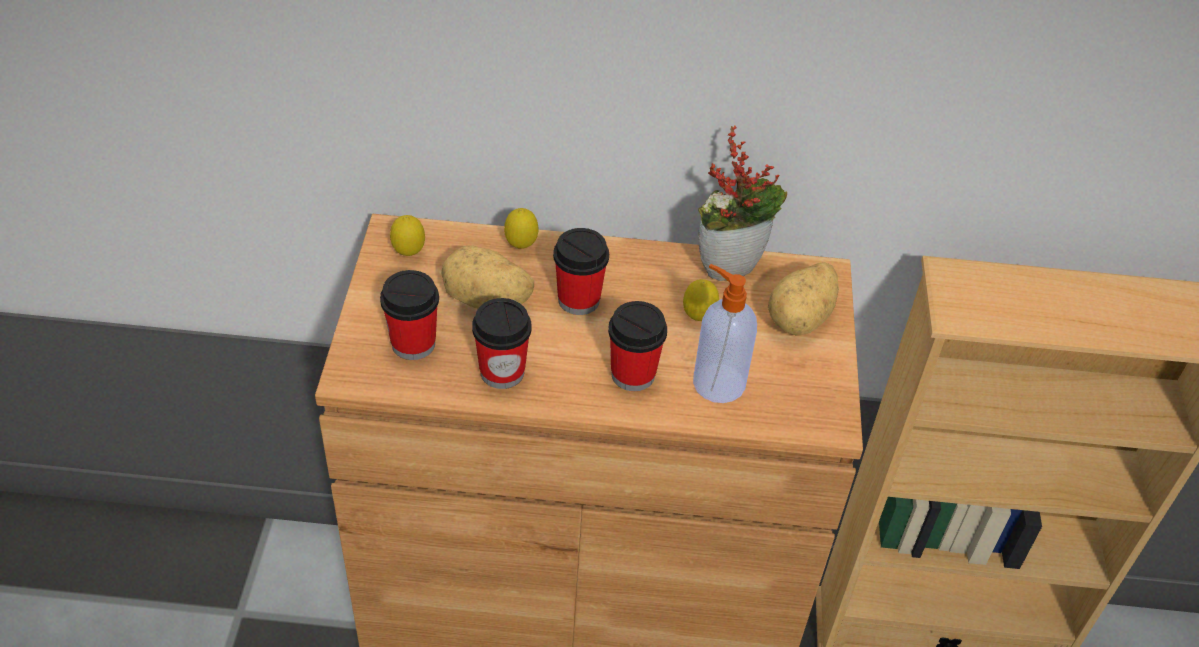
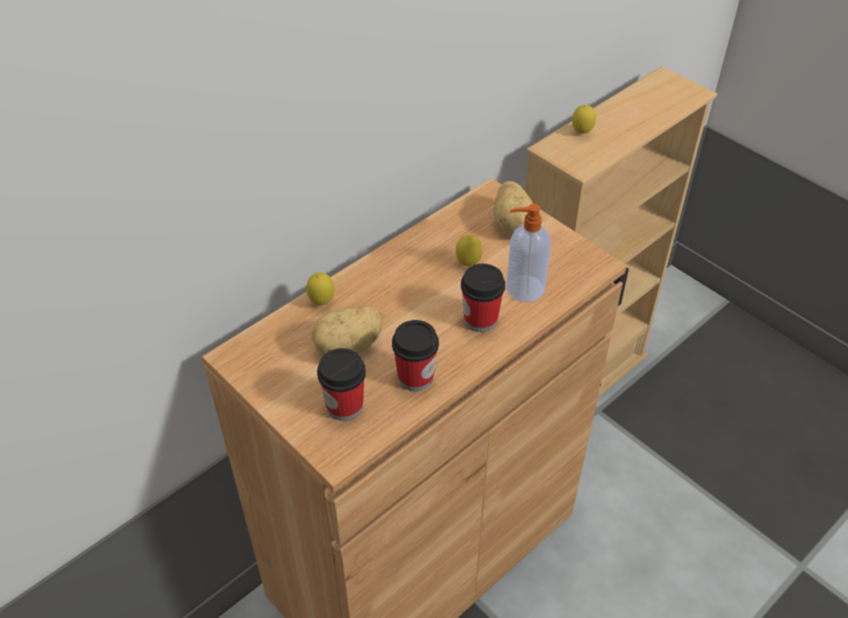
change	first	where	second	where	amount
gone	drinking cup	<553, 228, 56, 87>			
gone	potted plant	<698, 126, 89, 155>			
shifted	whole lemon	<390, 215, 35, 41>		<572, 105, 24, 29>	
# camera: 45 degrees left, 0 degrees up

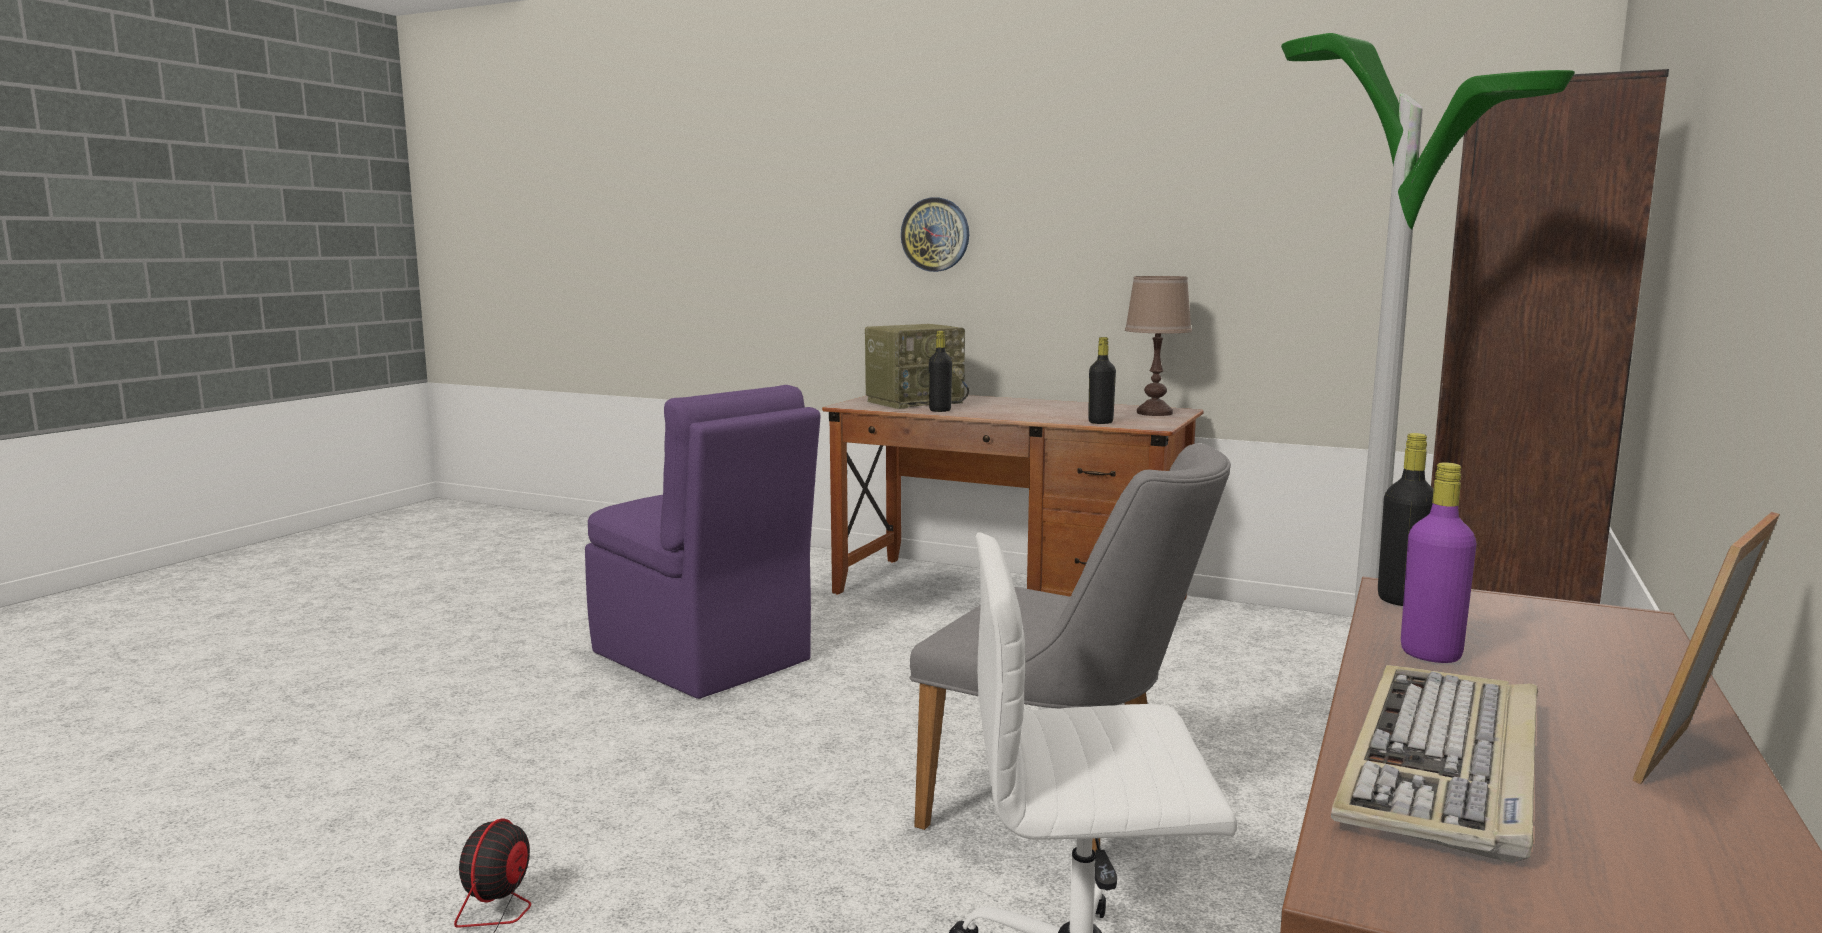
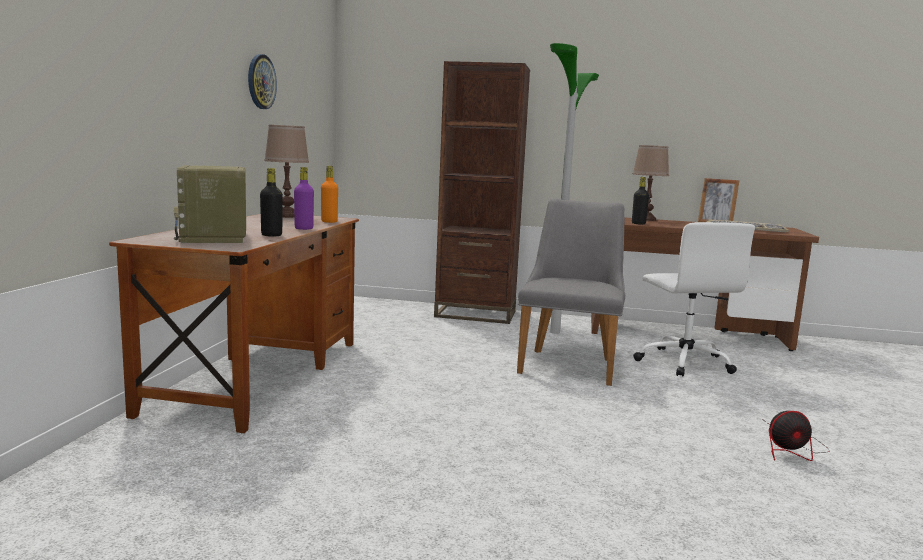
change	first	where	second	where	amount
gone	purple-coloured upright chair	<585, 385, 236, 314>			
new			brown tabletop lamp	<633, 145, 36, 76>	
shifted	wall clock	<901, 197, 68, 75>		<248, 54, 29, 55>	
shifted	purple-coloured bottle	<1401, 462, 76, 201>		<294, 167, 20, 63>	
repainted	black bottle	<1088, 337, 28, 87>	orangey bottle	<321, 166, 17, 57>	
rotated	radio receiver	<865, 324, 104, 85>		<174, 165, 72, 78>	150 degrees counterclockwise
# camera: 105 degrees left, 0 degrees up

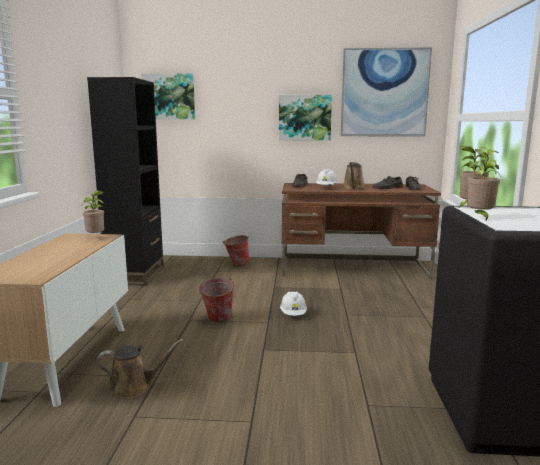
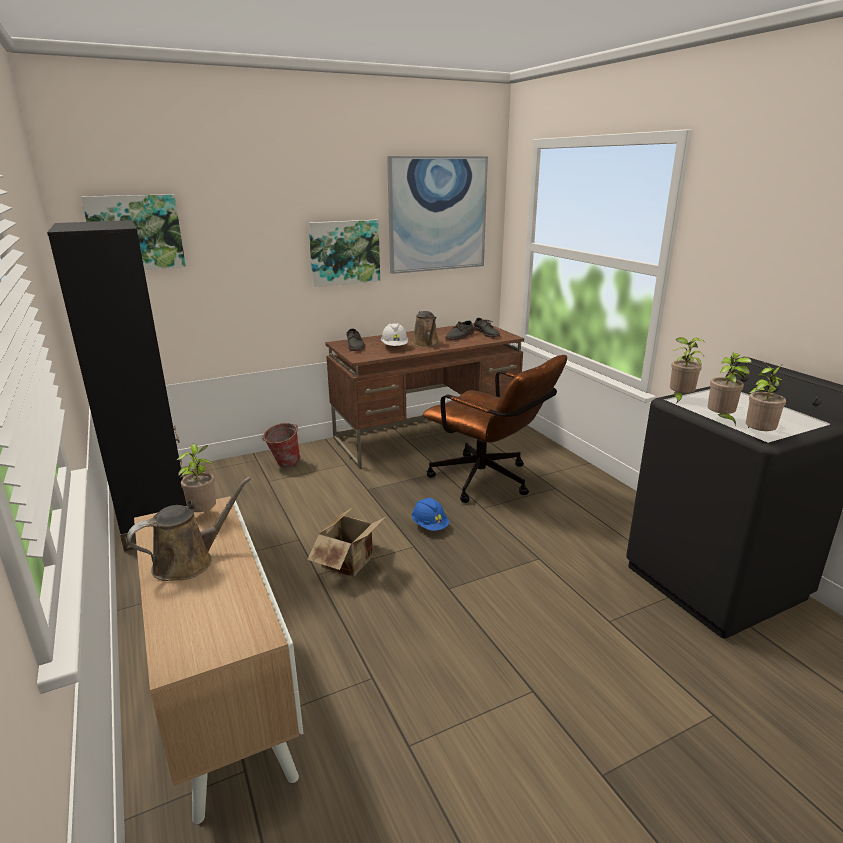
change	first	where	second	where	amount
new			brown desk chair	<423, 355, 144, 148>	
new			potted plant	<746, 364, 40, 67>	
shifted	brown sprinkling can	<96, 339, 87, 60>		<127, 477, 124, 104>	
swapped	water bucket	<197, 277, 37, 45>	cardboard box	<307, 508, 80, 69>	
repainted	whitish work helmet	<280, 292, 27, 24>	bluish work helmet	<412, 498, 37, 33>	
# camera: 30 degrees left, 10 degrees up

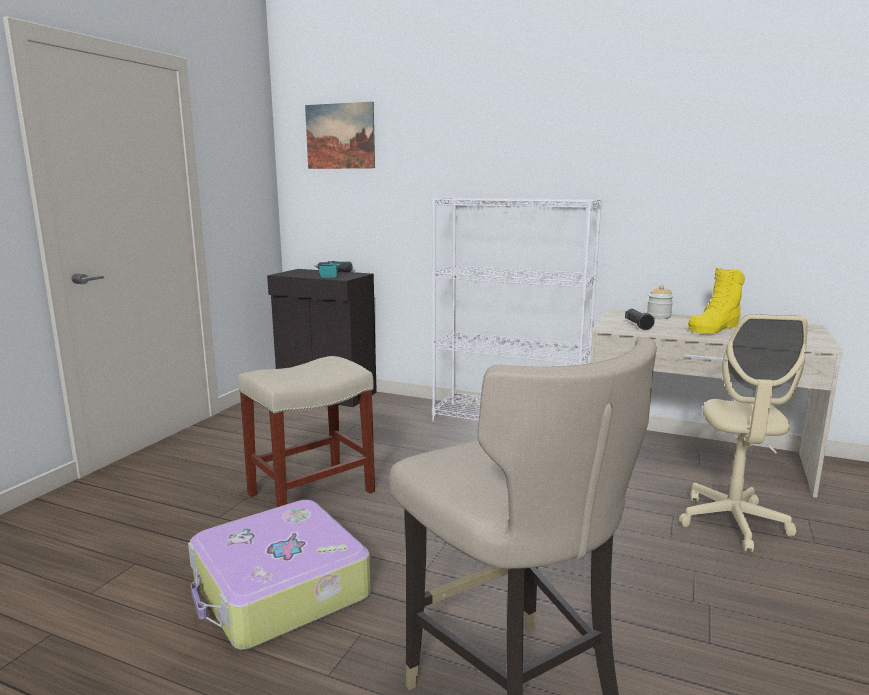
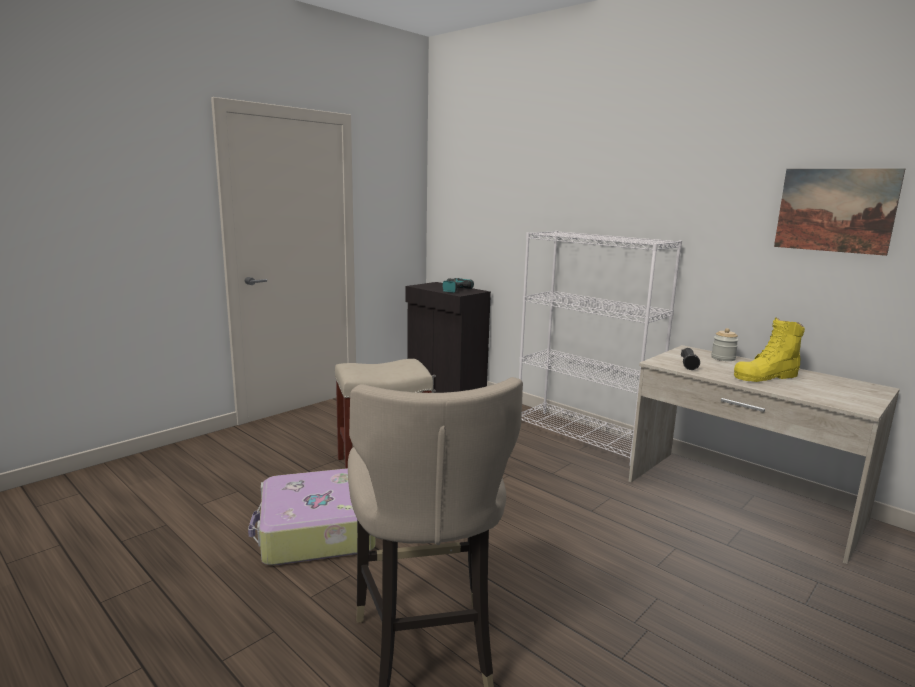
change	first	where	second	where	amount
gone	sand-coloured desk chair	<679, 314, 129, 238>			
shifted	wall picture	<305, 102, 70, 67>		<774, 169, 131, 87>	
# camera: 20 degrees right, 0 degrees up

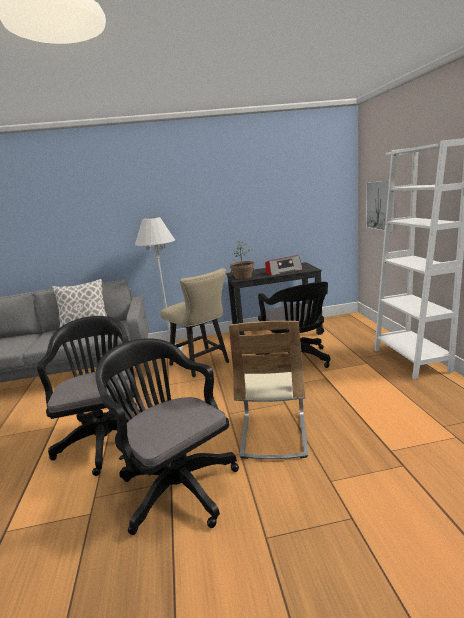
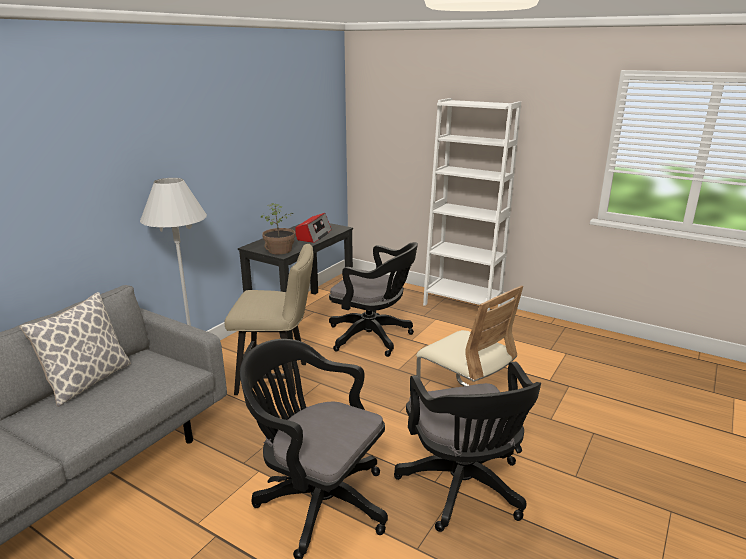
change	first	where	second	where	amount
gone	wall picture	<365, 181, 29, 51>			
rotated	black desk chair	<95, 338, 144, 197>		<394, 362, 147, 170>	105 degrees counterclockwise
# camera: 50 degrees left, 5 degrees up

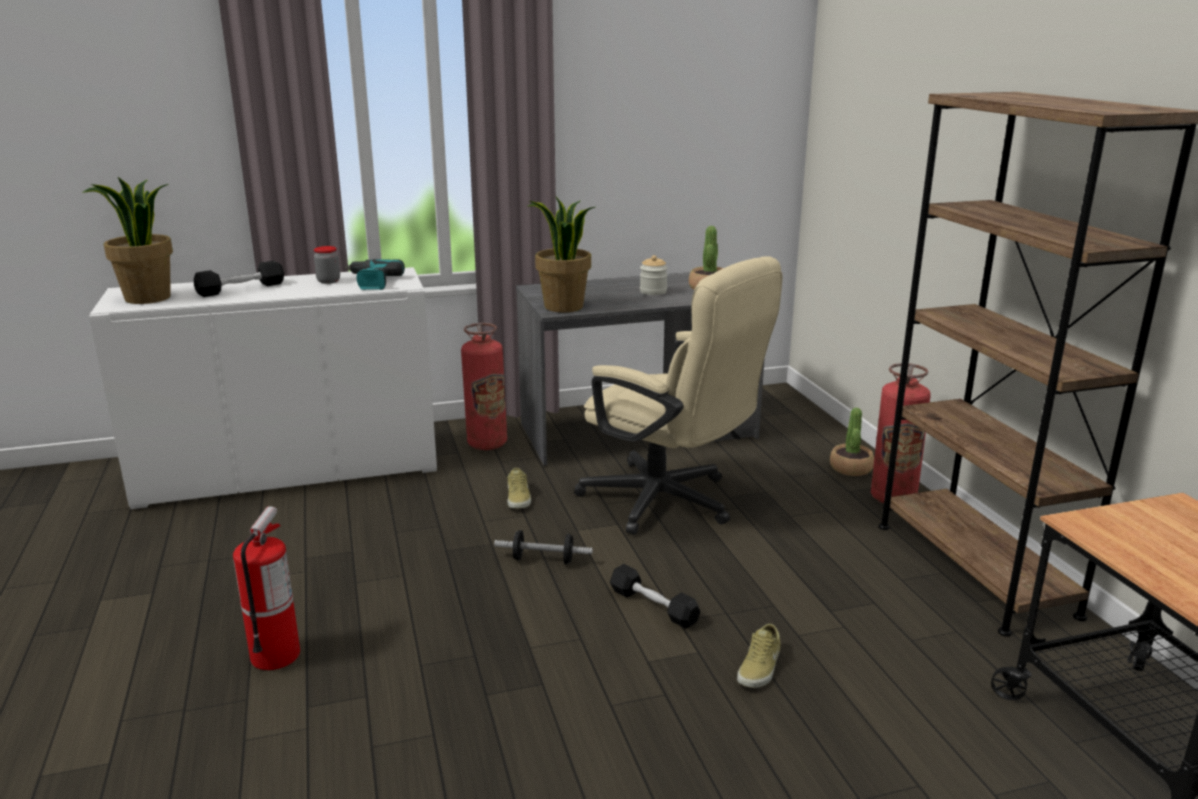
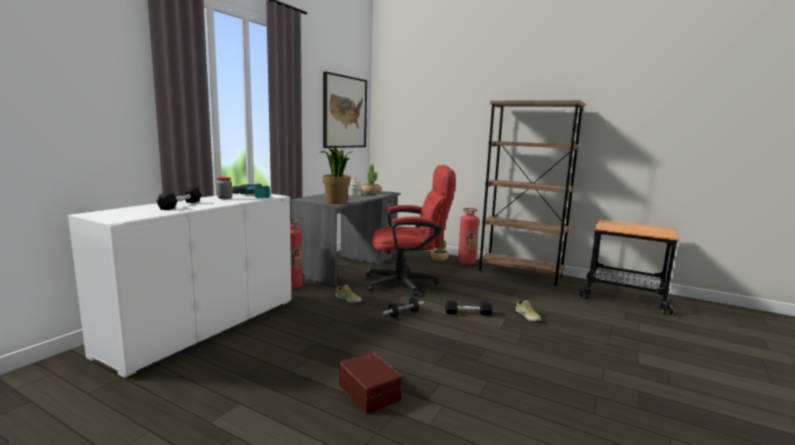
change	first	where	second	where	amount
gone	potted plant	<83, 177, 90, 127>			
new			wall picture	<323, 71, 44, 77>	
swapped	extinguisher	<233, 506, 67, 164>	brown storage bin	<339, 352, 63, 62>	
repainted	sand-coloured desk chair	<574, 256, 209, 279>	reddish desk chair	<366, 165, 90, 131>	
# camera: 45 degrees left, 10 degrees down

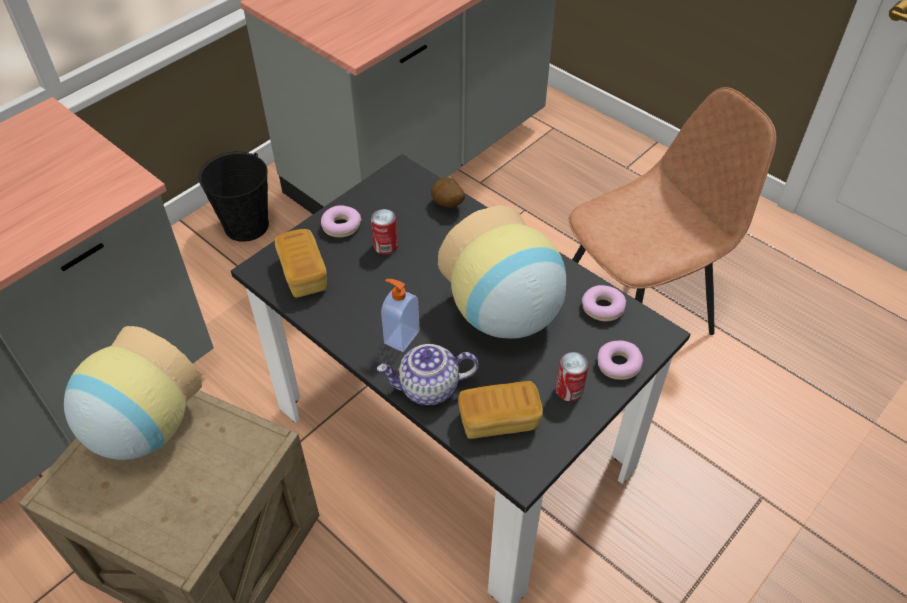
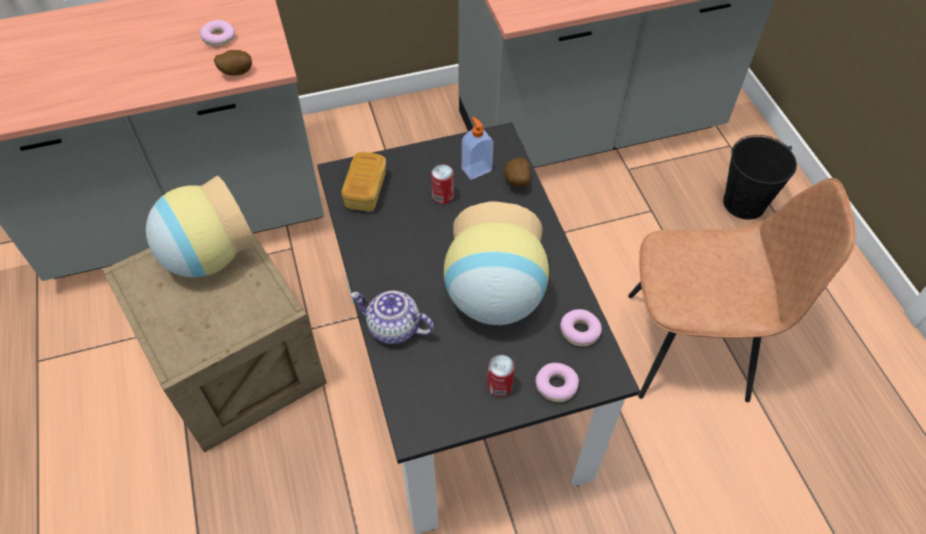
change	first	where	second	where	amount
gone	baked bread	<458, 381, 85, 58>			
new			whole potato	<214, 50, 38, 26>	
shifted	black water bucket	<198, 151, 71, 91>		<723, 135, 74, 85>	
shifted	doughnut	<321, 205, 40, 32>		<200, 20, 35, 27>	
shifted	liquid soap bottle	<381, 279, 39, 73>		<462, 117, 31, 63>	
# camera: 30 degrees right, 5 degrees up

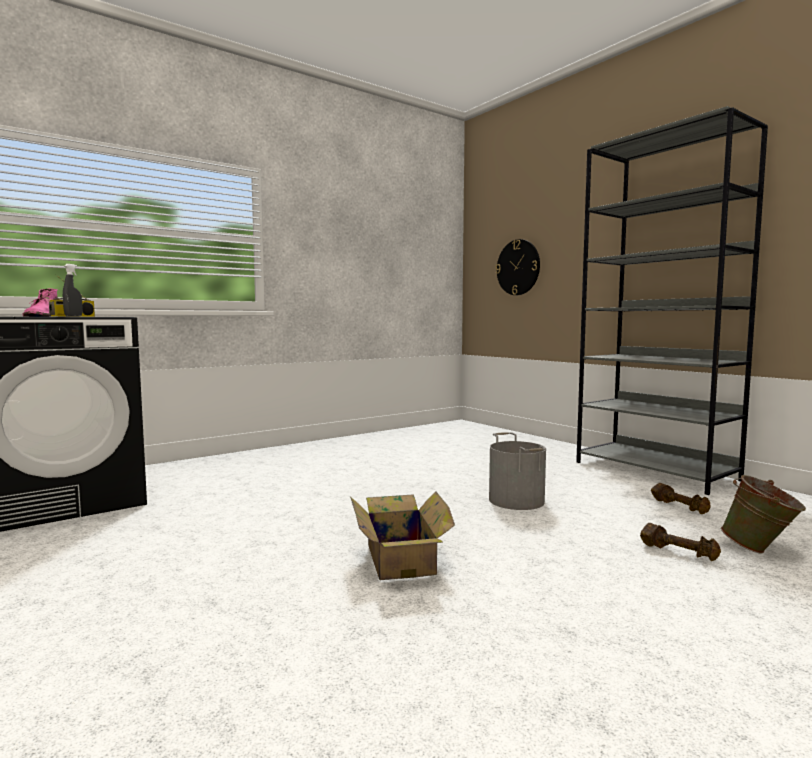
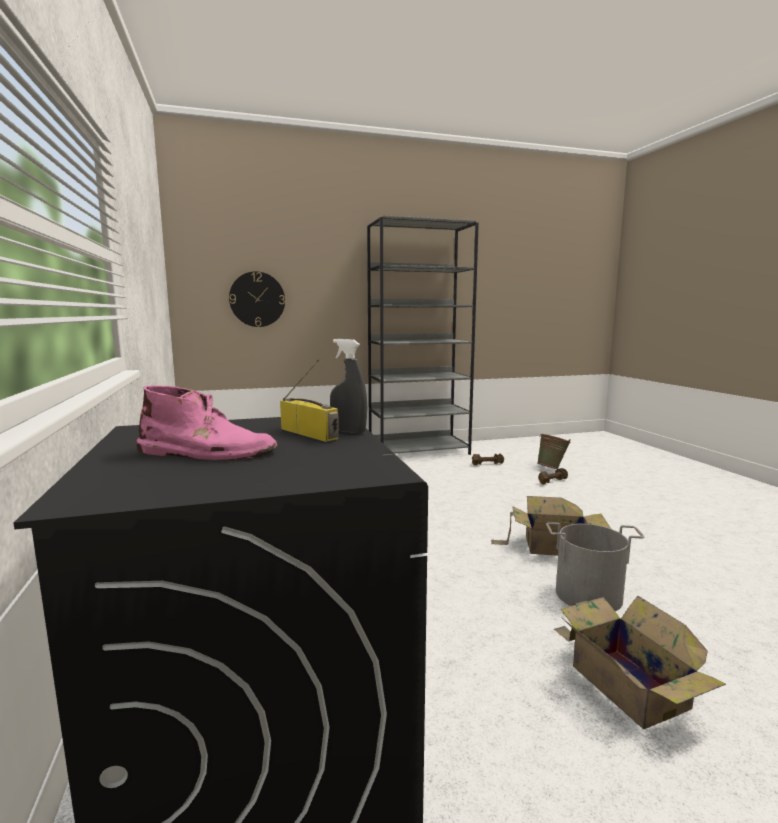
change	first	where	second	where	amount
new			cardboard box	<554, 596, 172, 133>	
shifted	grey water bucket	<489, 432, 57, 78>		<546, 523, 98, 88>	
# camera: 70 degrees left, 5 degrees up

